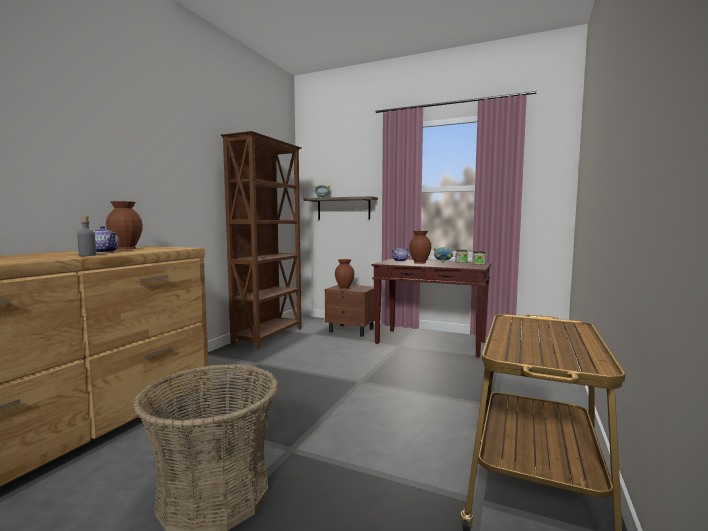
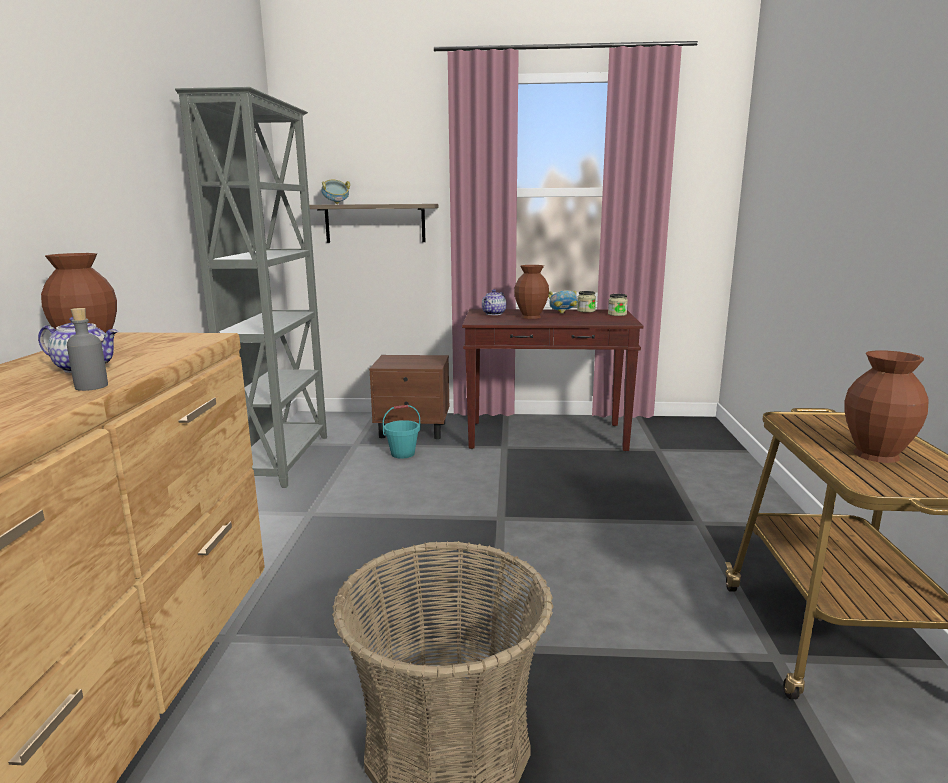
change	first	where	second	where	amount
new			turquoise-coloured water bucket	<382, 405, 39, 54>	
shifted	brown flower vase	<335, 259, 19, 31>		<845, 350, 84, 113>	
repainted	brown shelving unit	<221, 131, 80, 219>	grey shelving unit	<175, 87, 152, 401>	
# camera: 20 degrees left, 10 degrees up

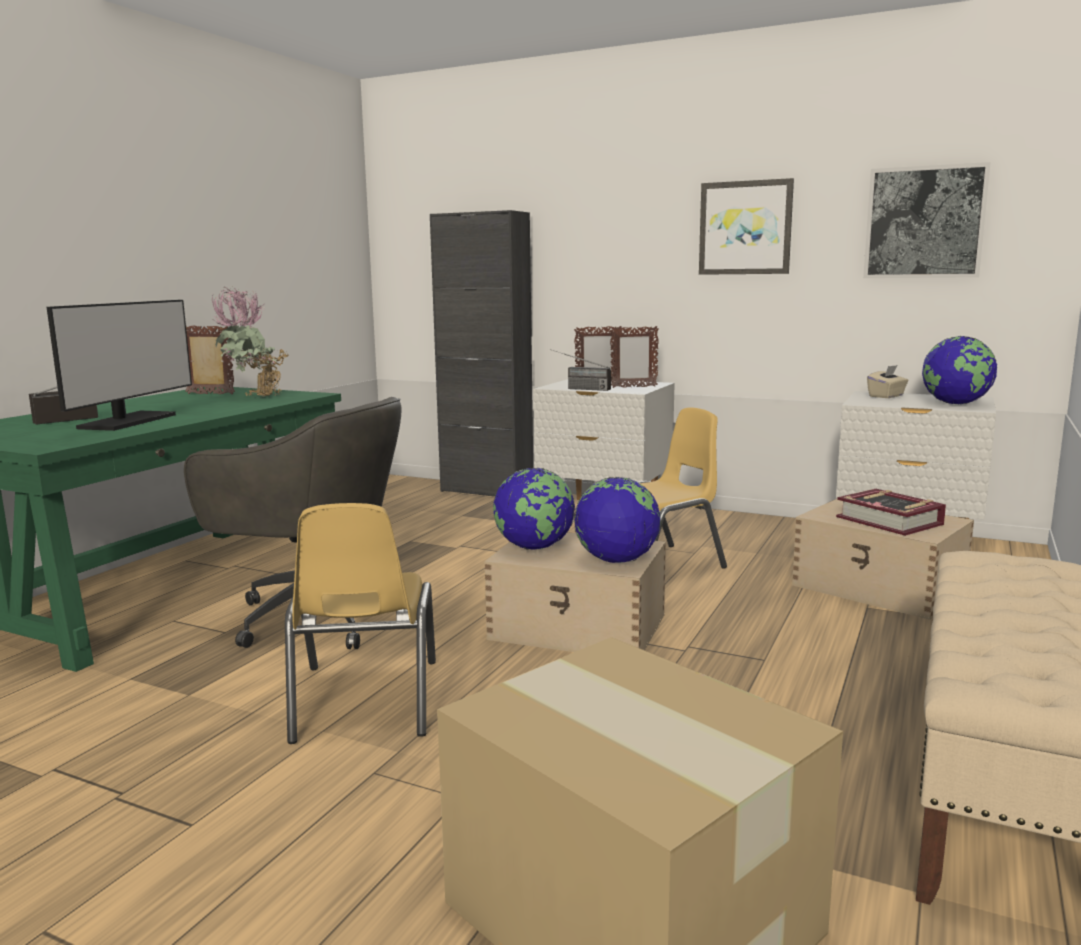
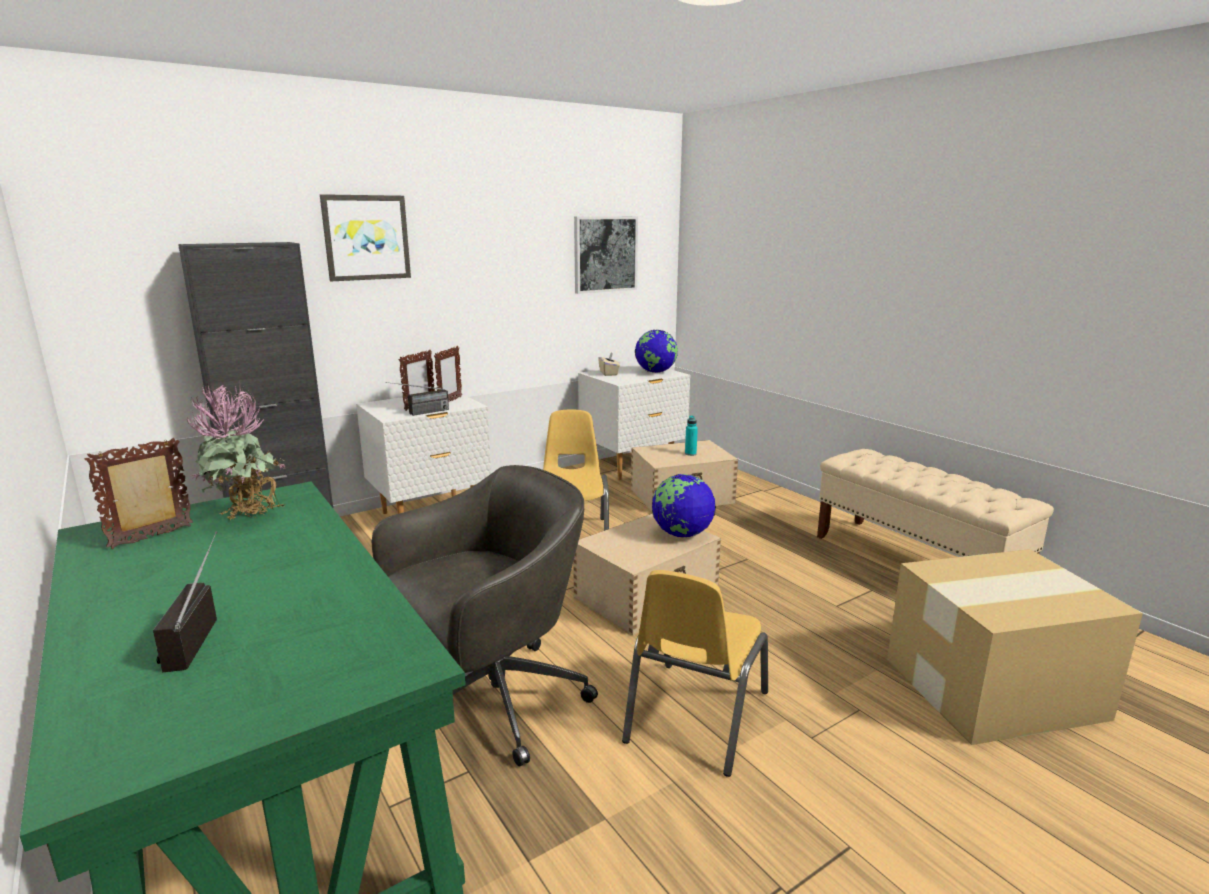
change	first	where	second	where	amount
gone	computer screen	<47, 300, 145, 131>			
gone	globe	<493, 468, 82, 82>			
shifted	wall picture	<699, 178, 95, 97>		<320, 194, 91, 87>	
swapped	book	<836, 489, 110, 47>	turquoise-coloured bottle	<685, 415, 13, 41>	
rotated	yellowish upright chair	<285, 503, 151, 241>		<622, 570, 146, 207>	90 degrees clockwise
# camera: 60 degrees left, 5 degrees up

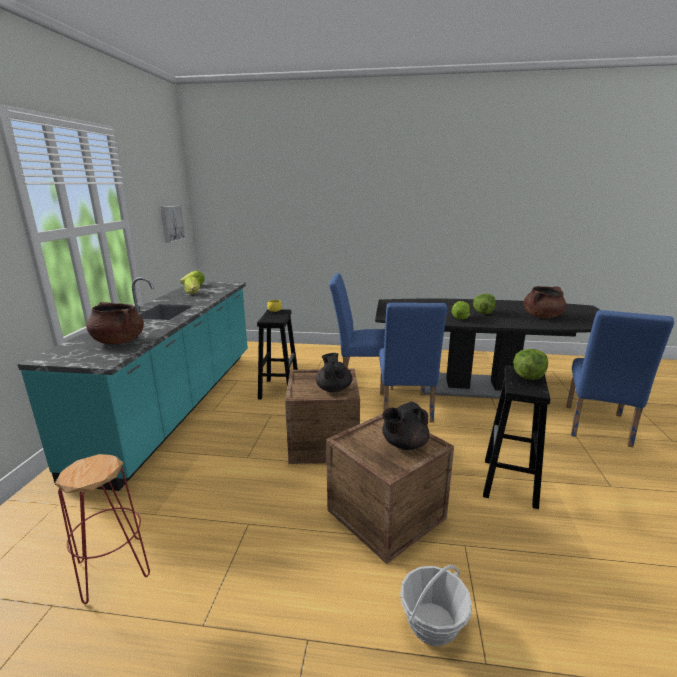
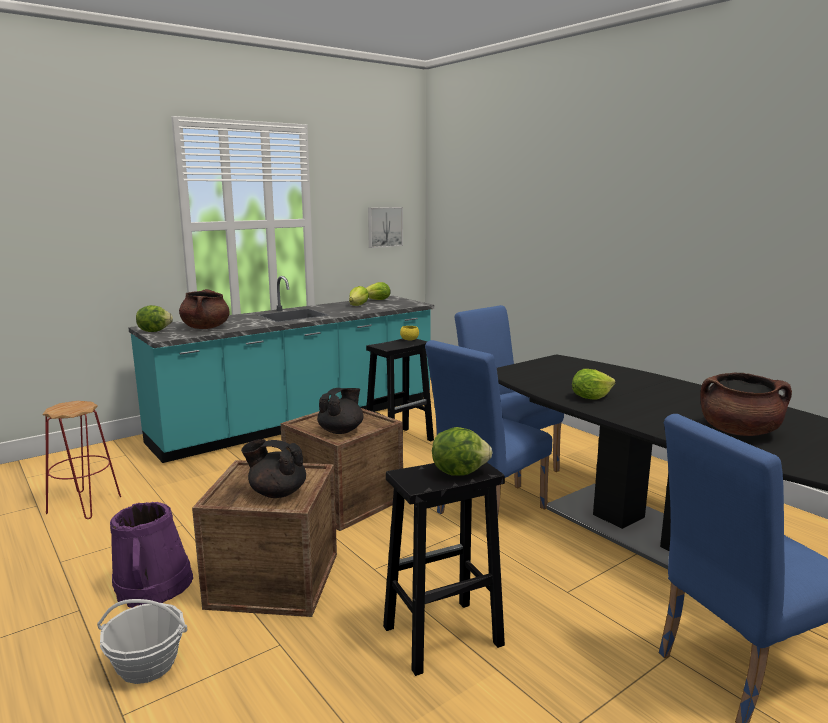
change	first	where	second	where	amount
new			purple-coloured water bucket	<110, 502, 83, 106>	
shifted	lettuce head	<473, 294, 23, 20>		<136, 305, 37, 27>	
# camera: 45 degrees right, 5 degrees down

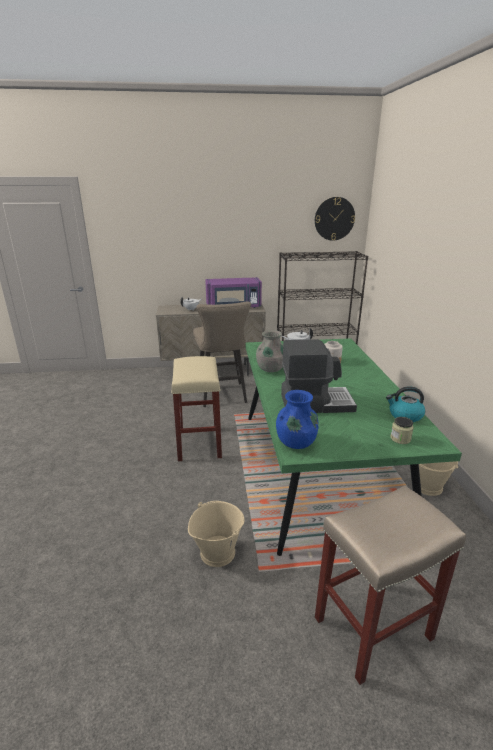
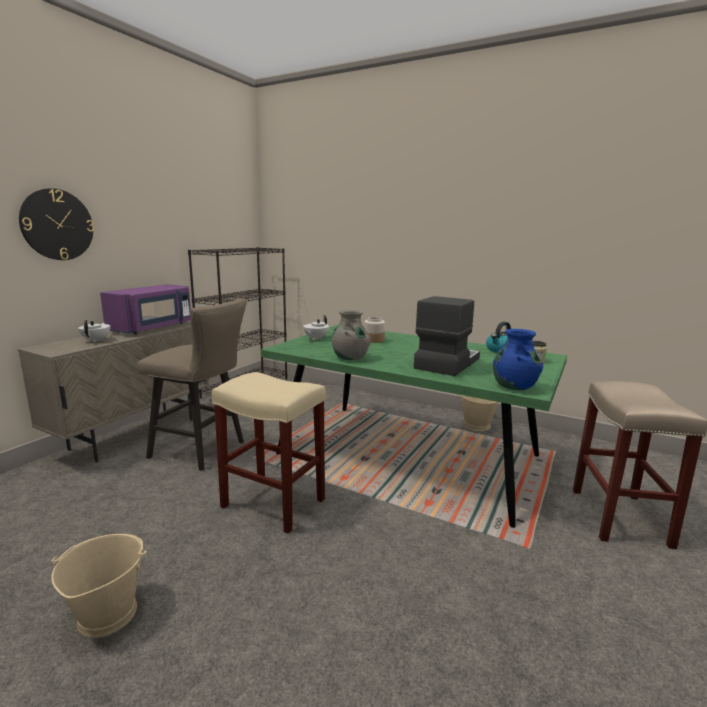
change	first	where	second	where	amount
shifted	sand-coloured water bucket	<188, 501, 56, 66>		<51, 534, 96, 104>	
shifted	wall clock	<315, 197, 40, 44>		<19, 188, 75, 72>	
# camera: 55 degrees left, 10 degrees down

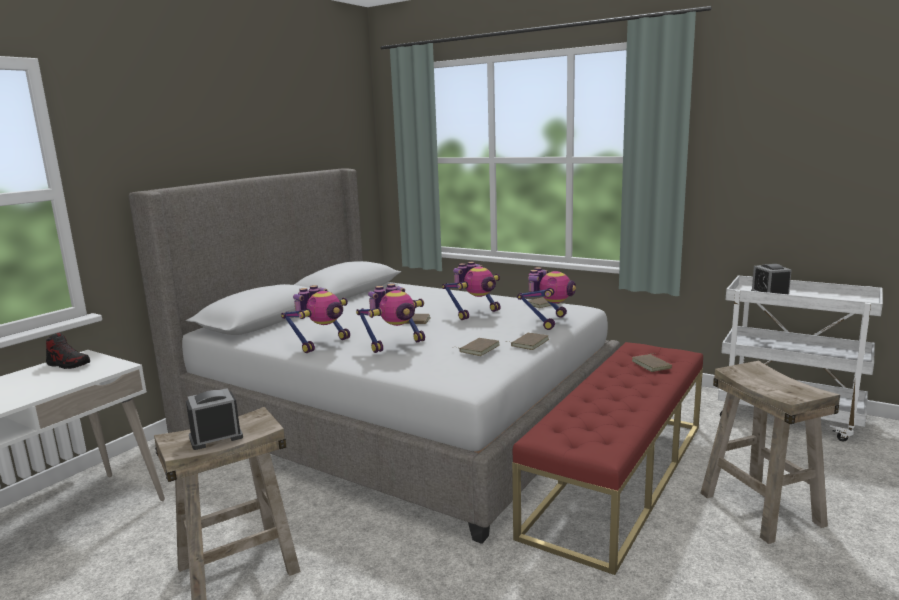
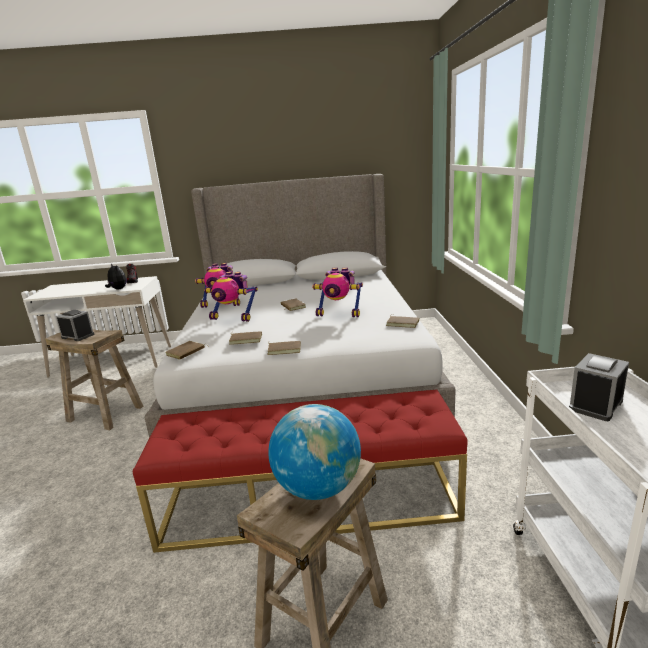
change	first	where	second	where	amount
gone	toy robot	<517, 267, 59, 63>			
new			cuddly toy	<105, 263, 22, 26>	
new			globe	<268, 404, 93, 96>	
shifted	brown book	<632, 353, 40, 19>		<165, 341, 44, 19>	
# camera: 55 degrees right, 5 degrees up

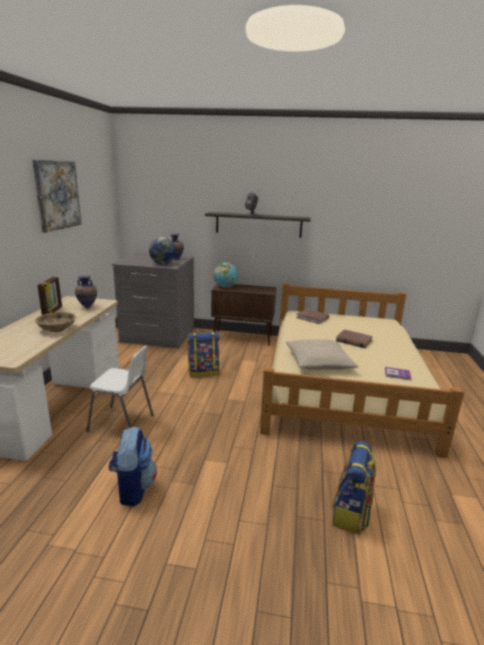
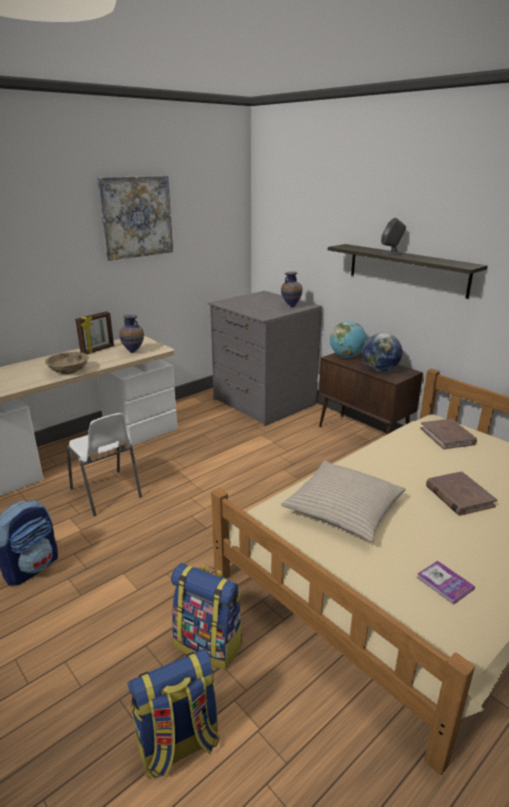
change	first	where	second	where	amount
shifted	globe	<149, 237, 27, 27>		<363, 333, 39, 39>	
shifted	knapsack	<187, 331, 33, 46>		<171, 563, 72, 107>	
# camera: 40 degrees right, 5 degrees up

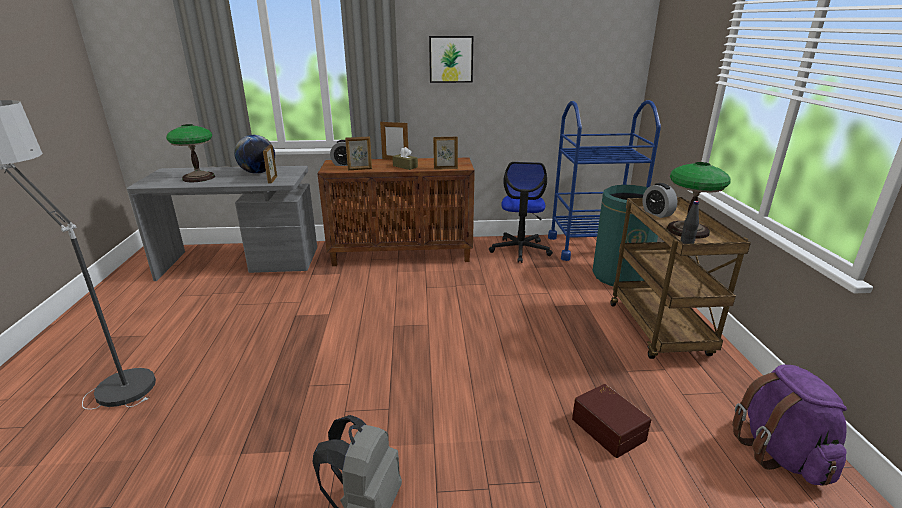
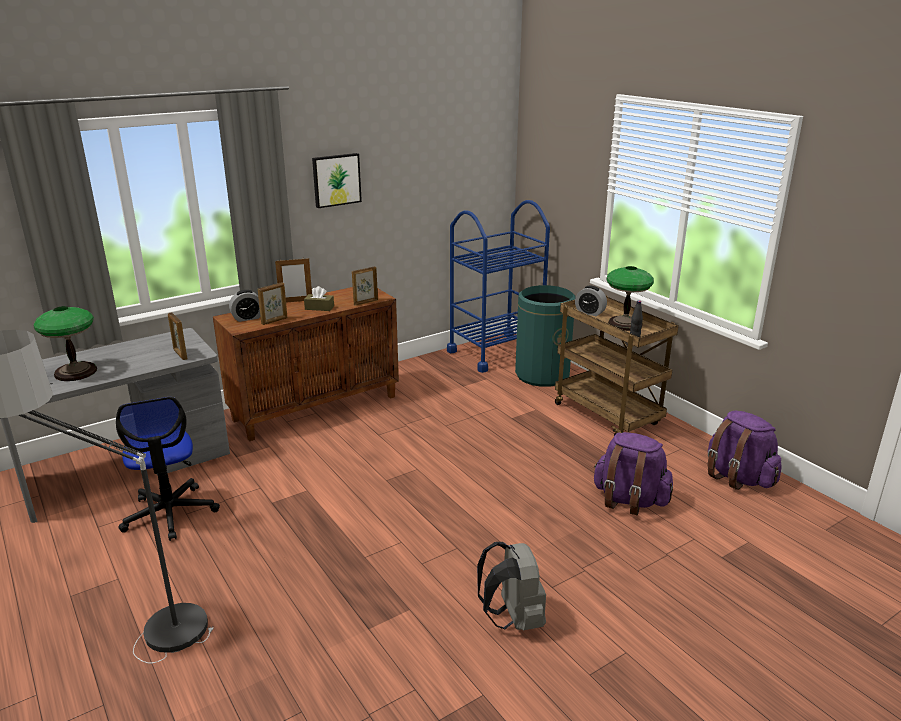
change	first	where	second	where	amount
gone	globe	<234, 135, 41, 39>			
shifted	desk chair	<489, 162, 64, 101>		<116, 397, 104, 144>	
swapped	brown storage bin	<572, 384, 80, 74>	purple-coloured knapsack	<593, 432, 80, 83>	
# camera: 30 degrees left, 0 degrees up

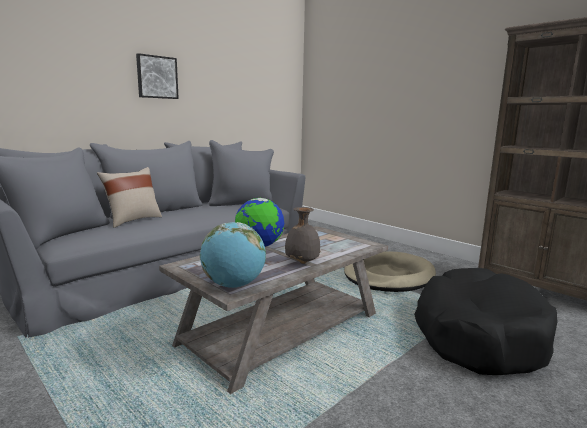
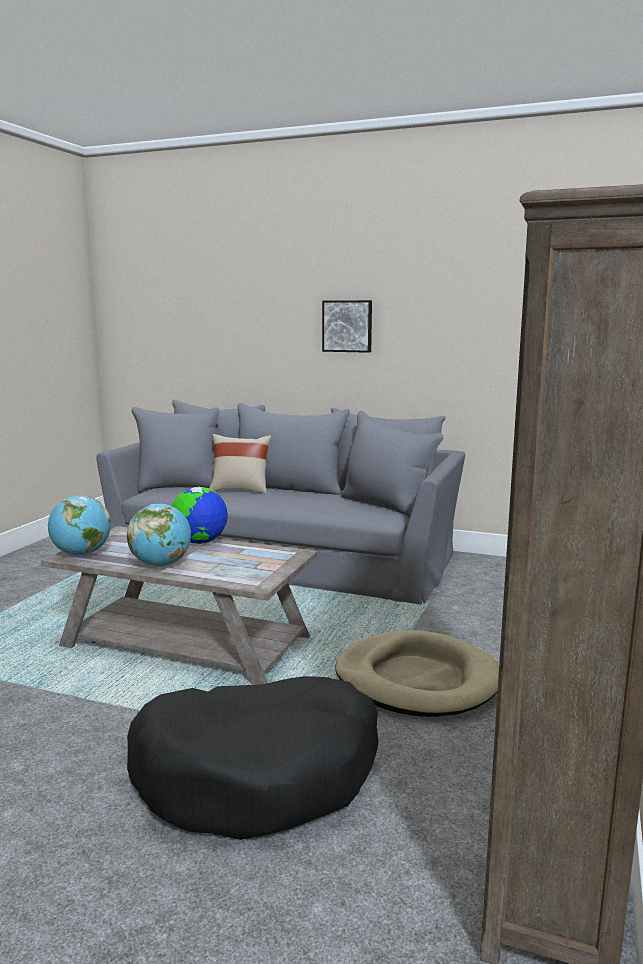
change	first	where	second	where	amount
swapped	grey flower vase	<285, 207, 35, 57>	globe	<127, 504, 64, 63>	
# camera: 65 degrees right, 0 degrees up

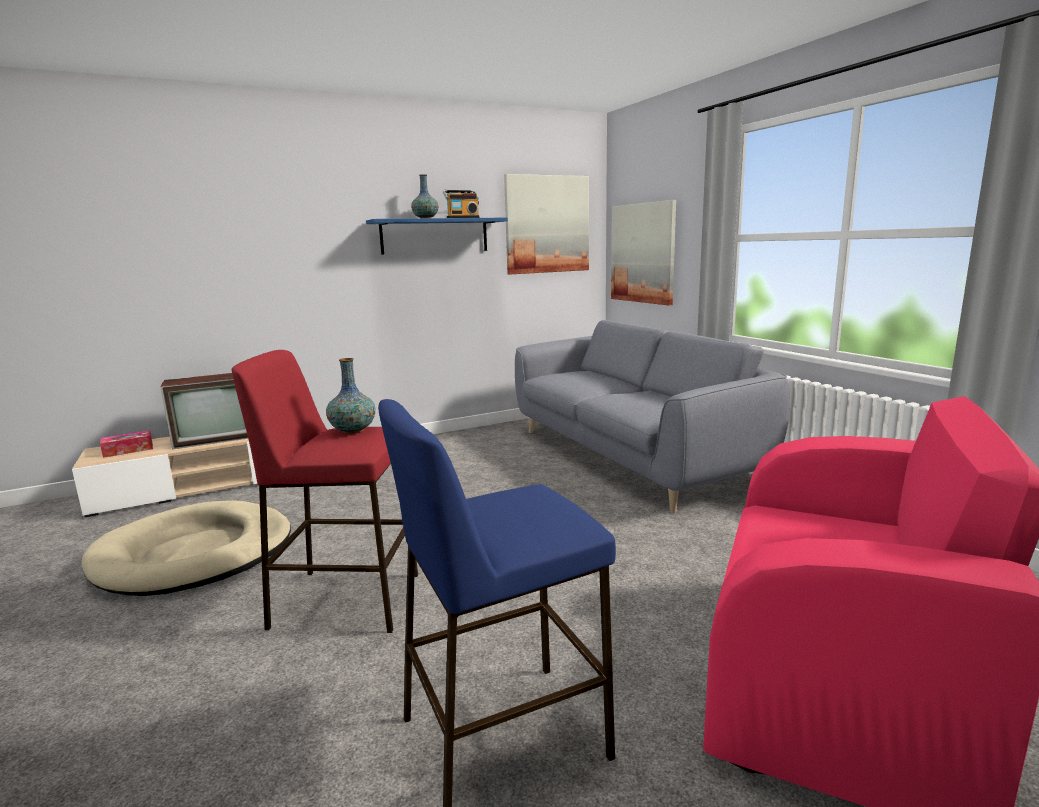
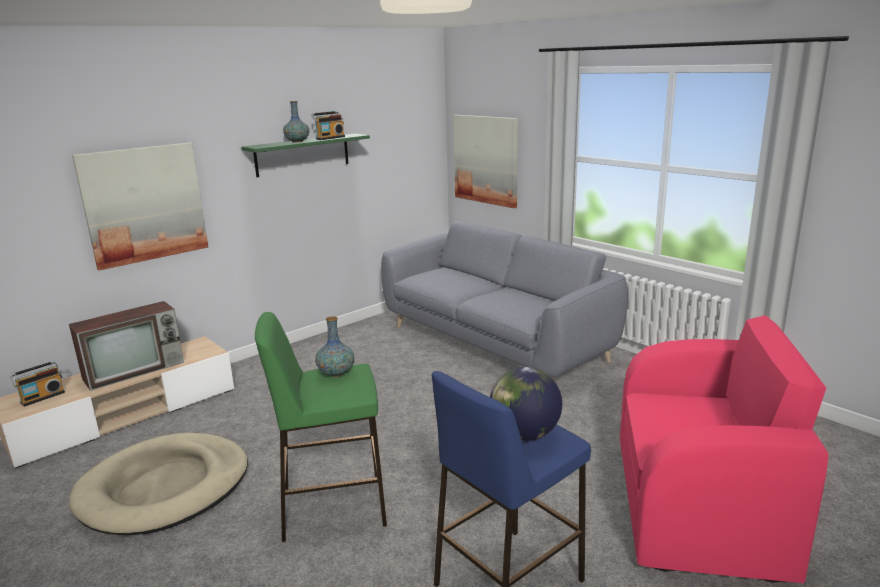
change	first	where	second	where	amount
new			globe	<490, 367, 72, 73>	
shifted	wall picture	<504, 174, 85, 101>		<72, 142, 136, 129>	
swapped	tissue box	<100, 430, 53, 28>	radio receiver	<10, 361, 55, 46>	
repainted	reddish stool seat	<232, 350, 186, 283>	green stool seat	<255, 312, 132, 230>	
repainted	bluish wall shelf	<366, 217, 142, 38>	green wall shelf	<241, 134, 129, 43>	
# camera: 15 degrees left, 5 degrees up

